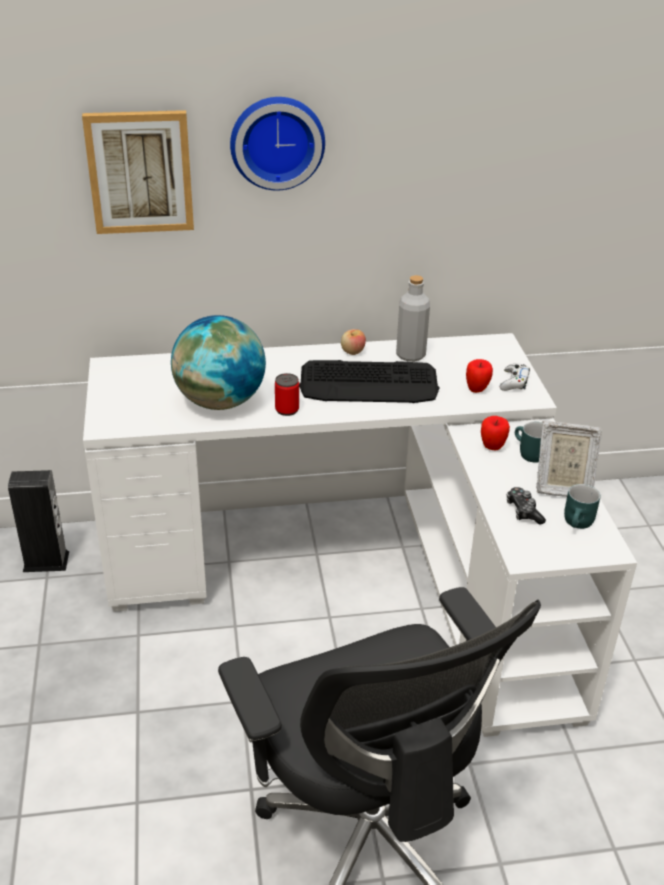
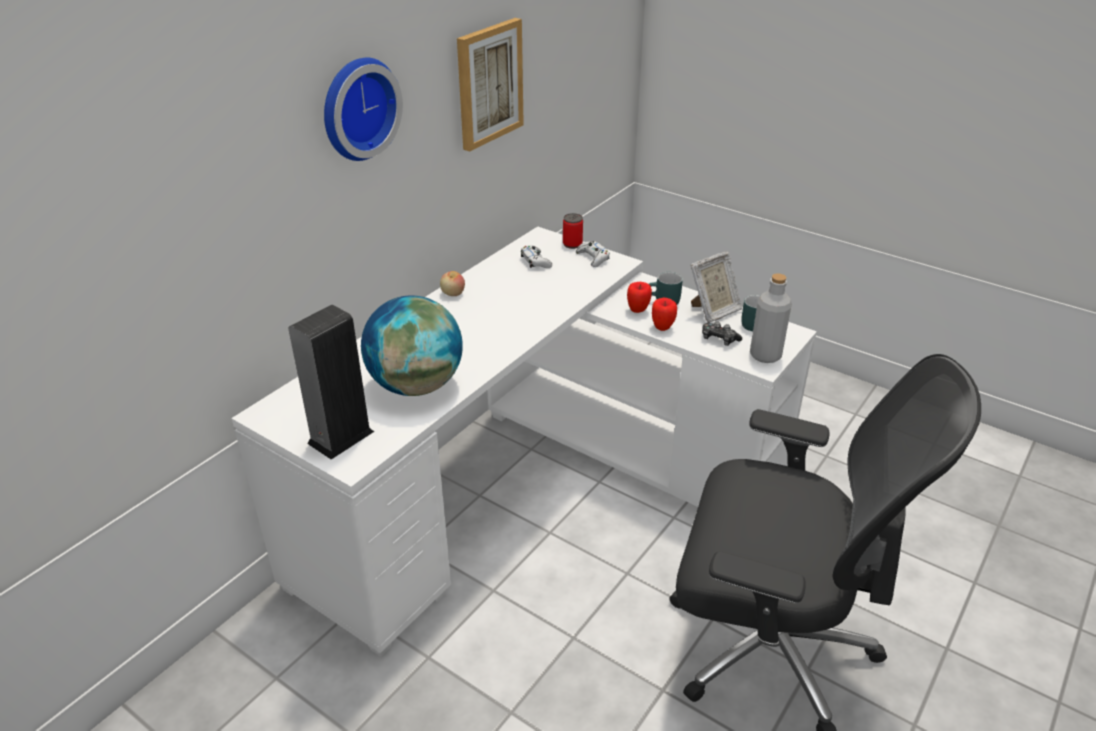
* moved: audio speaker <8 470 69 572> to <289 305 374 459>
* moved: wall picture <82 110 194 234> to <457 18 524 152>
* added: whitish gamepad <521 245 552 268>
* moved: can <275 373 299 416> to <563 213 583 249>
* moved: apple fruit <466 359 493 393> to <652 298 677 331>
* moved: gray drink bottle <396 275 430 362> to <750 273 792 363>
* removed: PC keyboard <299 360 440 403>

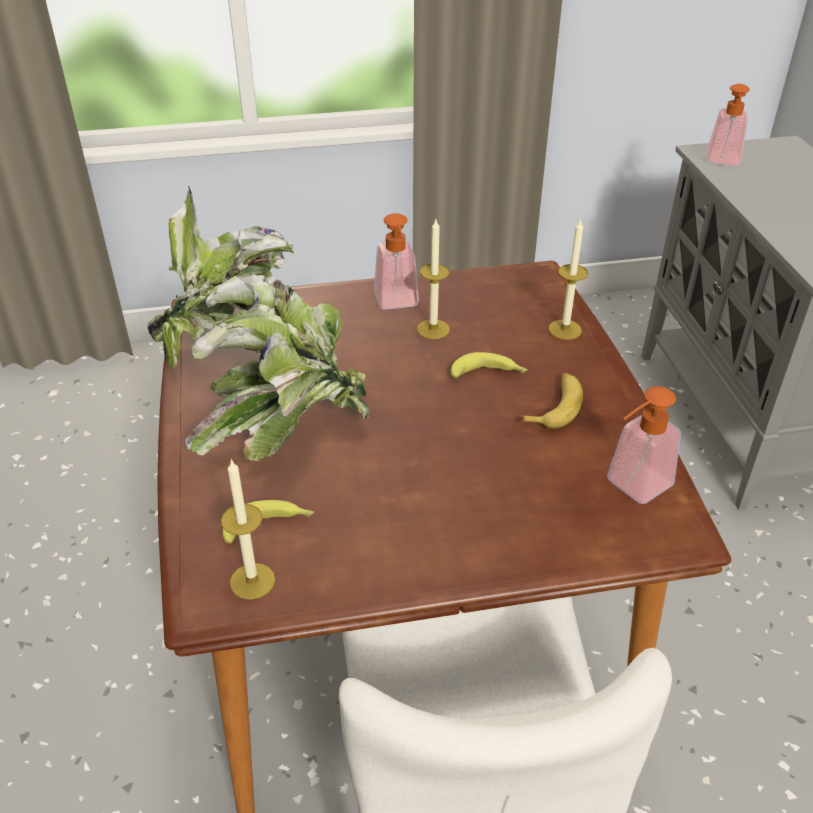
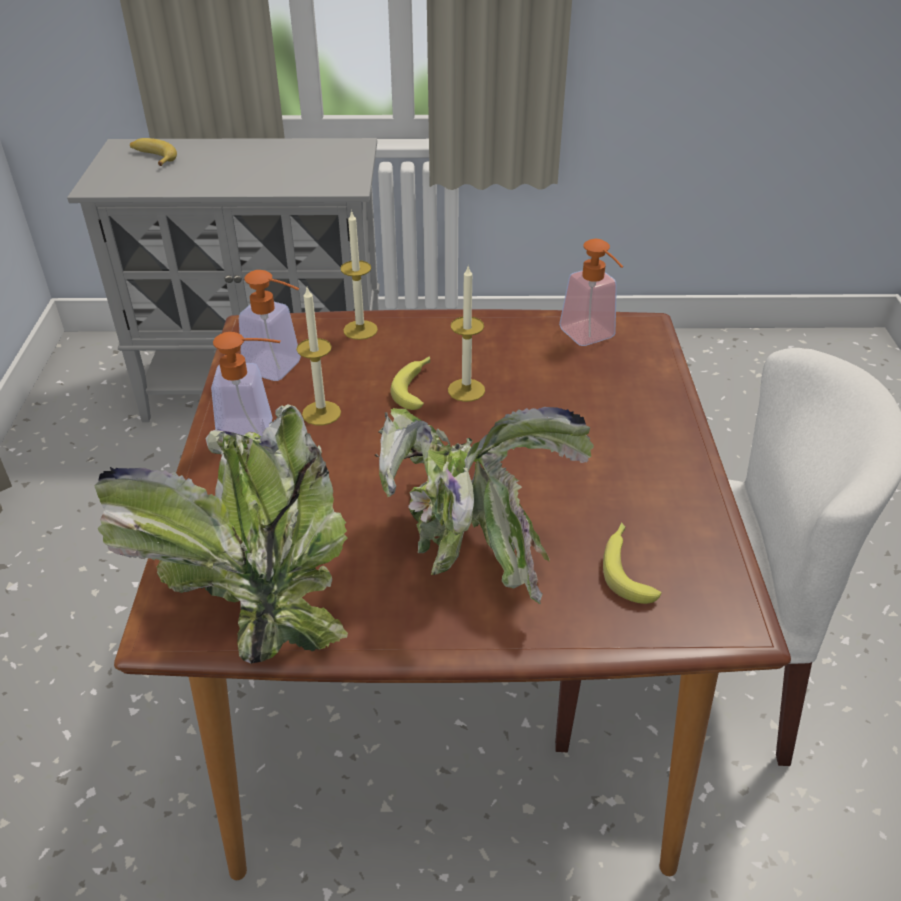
* moved: banana fruit <520 373 583 428> to <130 138 177 166>
* moved: soap bottle <707 84 750 166> to <239 270 301 381>
* moved: wax light <221 459 275 600> to <448 266 485 402>

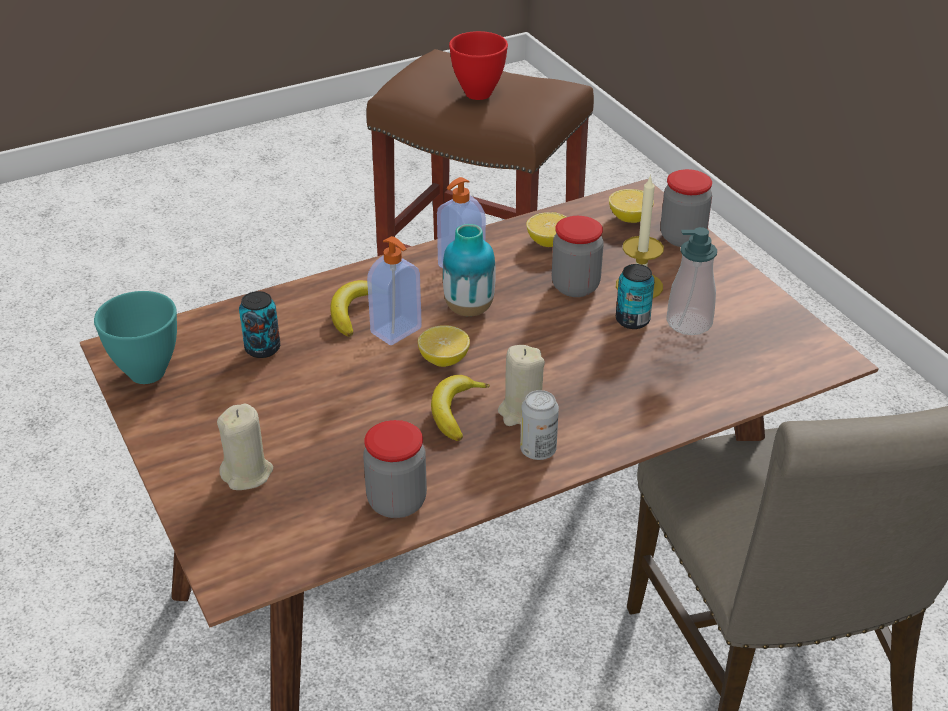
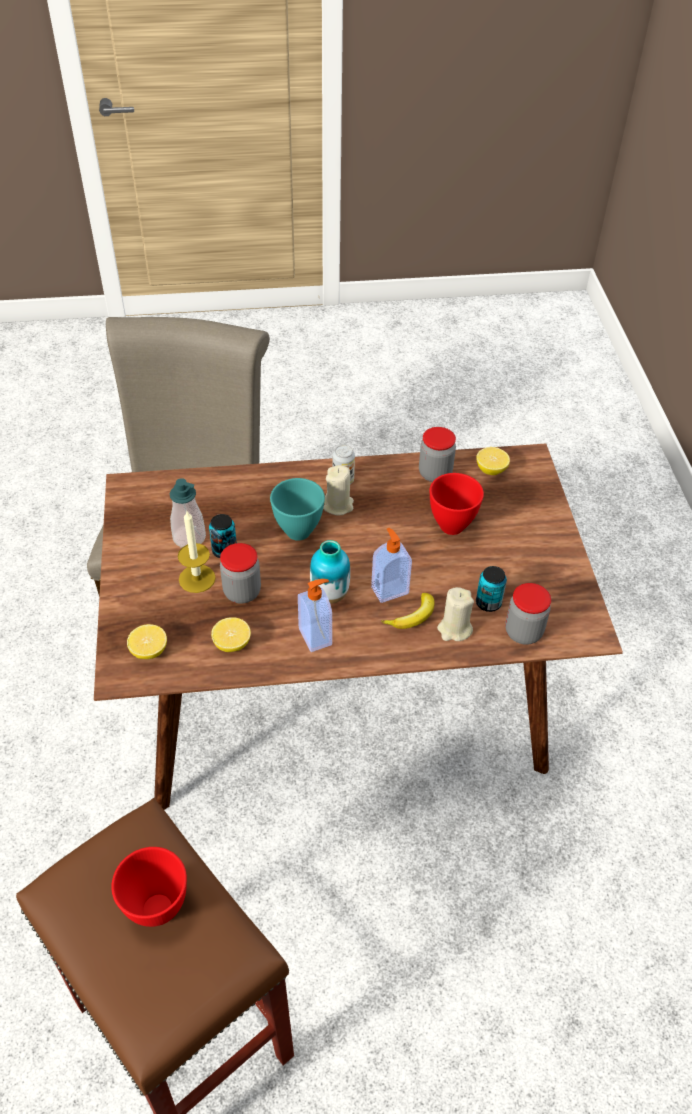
* moved: turquoise-coloured bowl <94 291 177 384> to <270 478 325 541>
* added: red bowl <429 473 484 535>
* moved: beige-coloured wax light <217 403 273 490> to <437 587 474 641>
* moved: lemon <418 325 470 367> to <476 447 510 475>
* moved: storage jar <661 169 712 247> to <505 583 551 645>
* removed: banana fruit <431 375 490 441>

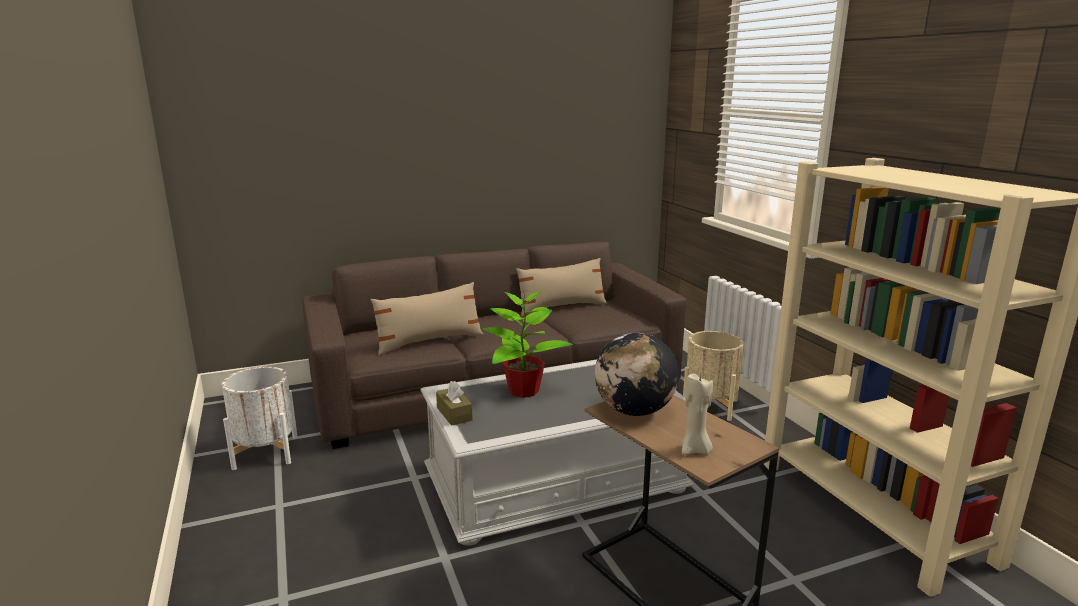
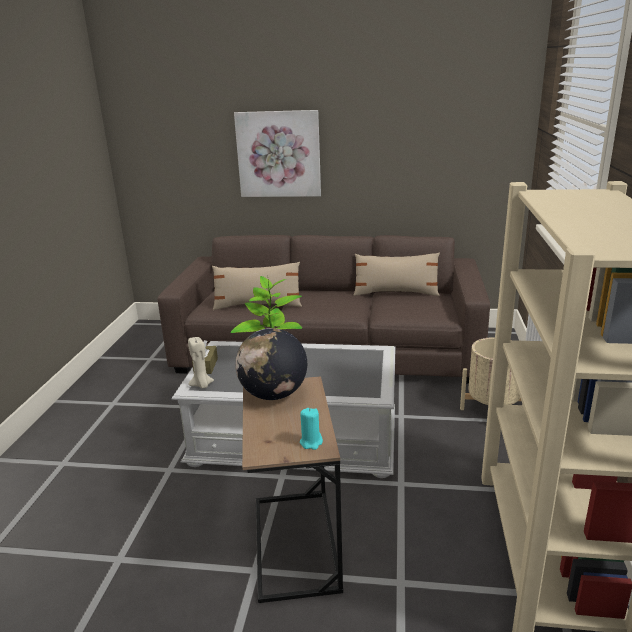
* moved: beige-coloured wax light <681 374 713 455> to <188 337 214 388>
* added: wall picture <234 110 321 197>
* added: turquoise-coloured wax light <300 408 323 450>
* removed: whitish flower pot <222 367 298 470>

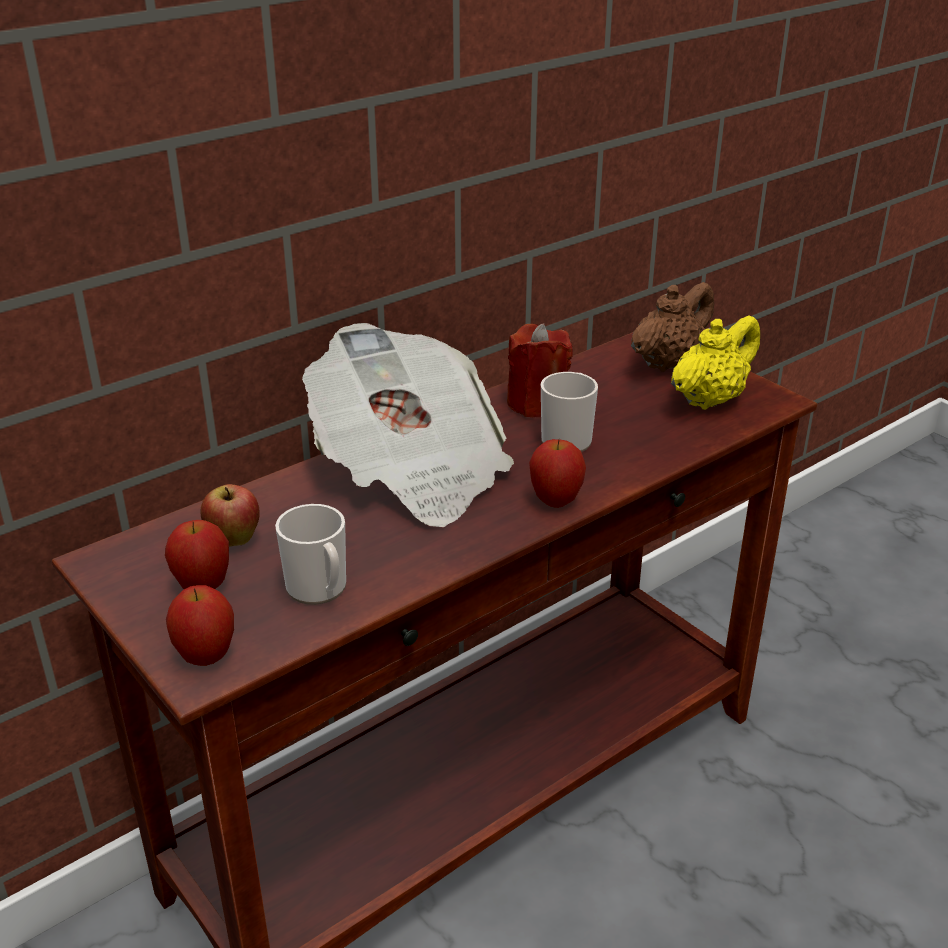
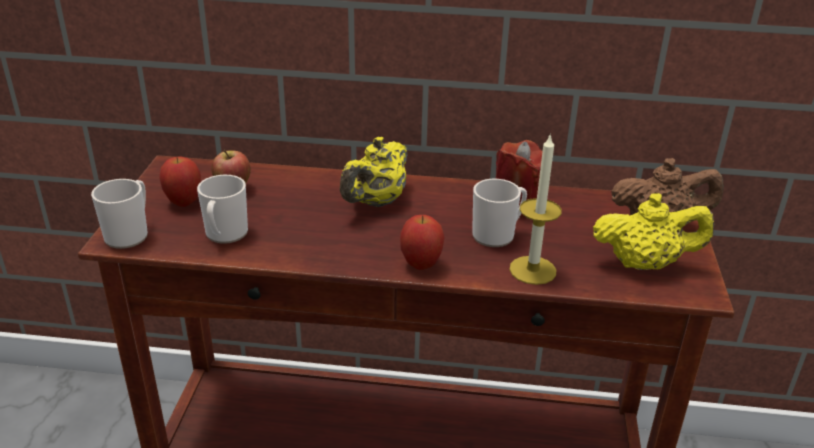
* replaced: apple fruit <166 585 234 666> to coffee mug <91 179 148 249>
* replaced: printed paper <302 323 514 527> to yellow-coloured teapot <340 137 408 207>
* added: wax light <509 133 562 285>

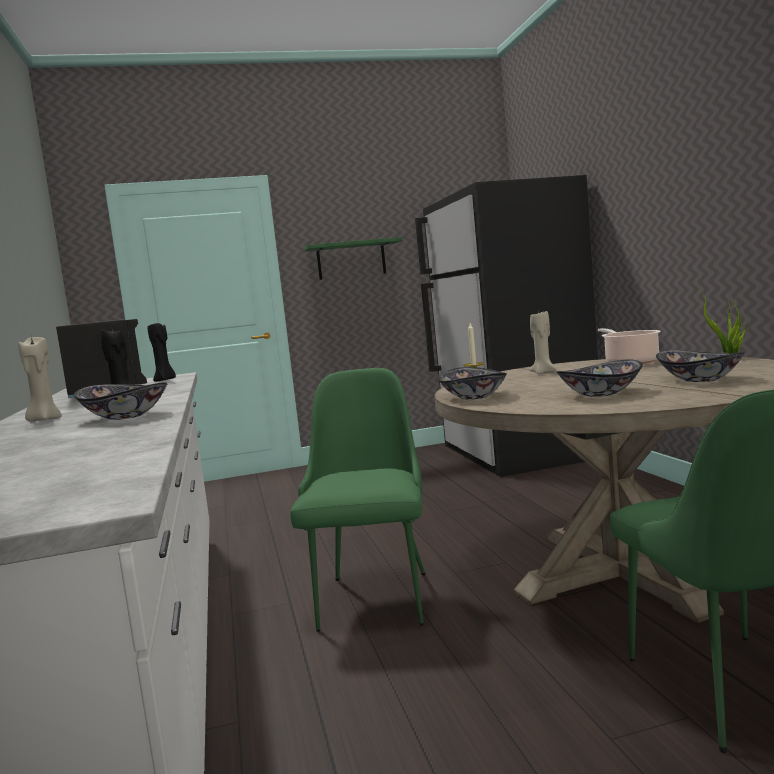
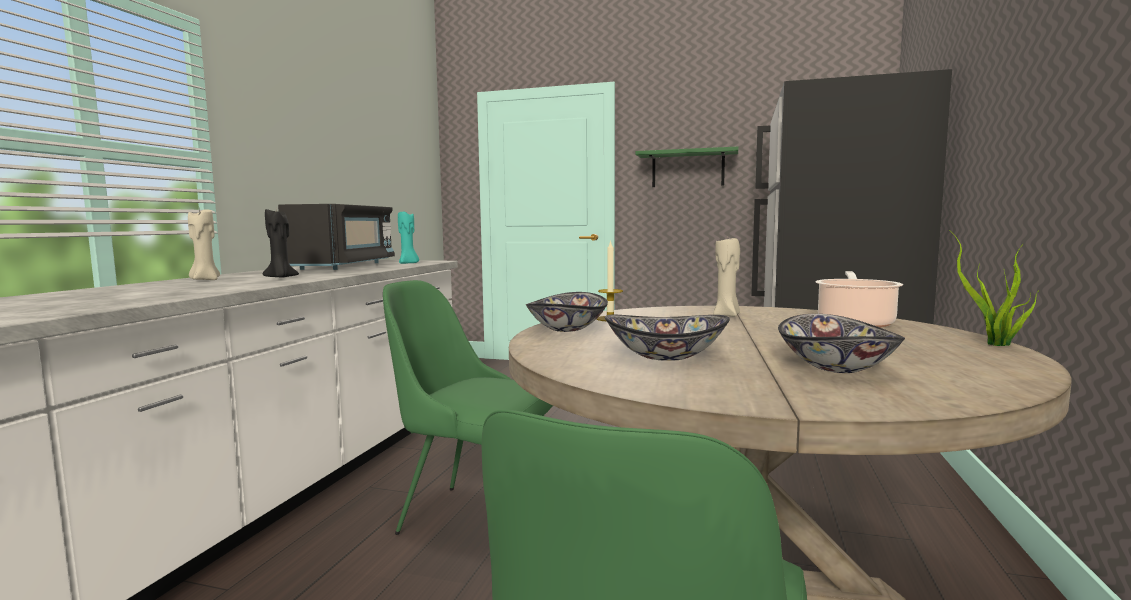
* turned: green-coloured plain chair <290 368 426 632> = <383 280 553 535> 105 degrees counterclockwise
* recoloured: black-coloured wax light <147 323 176 382> to turquoise-coloured wax light <398 212 419 264>
* removed: bowl <74 382 168 420>

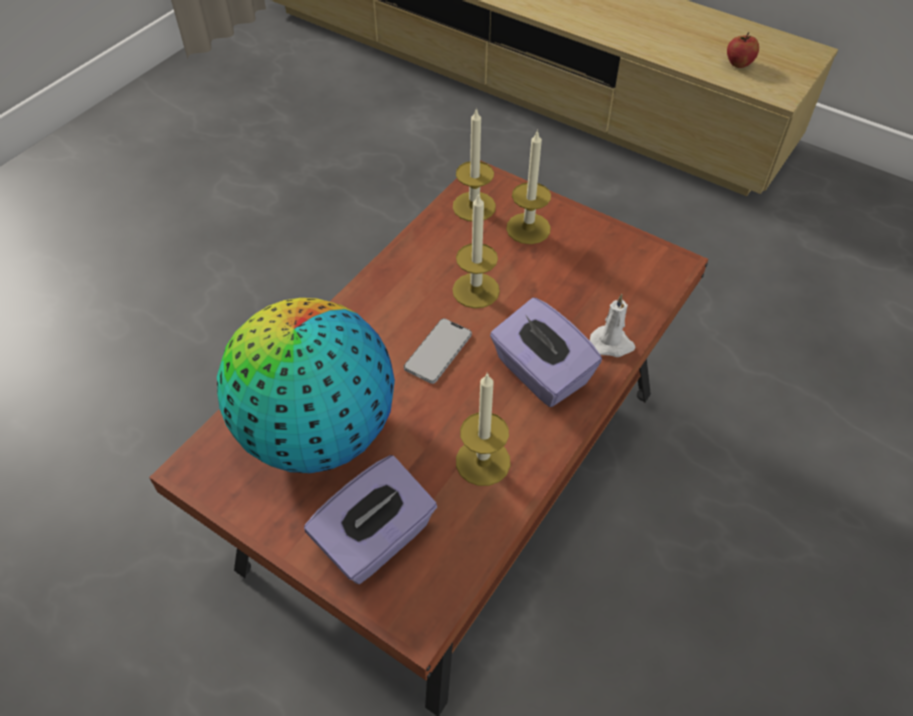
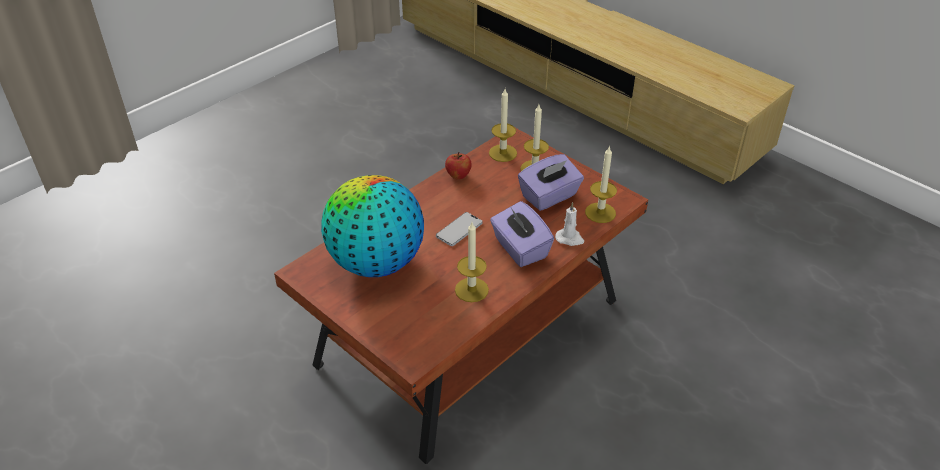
* moved: apple fruit <727 32 759 68> to <445 152 472 180>
* moved: purple tissue box <304 455 437 585> to <518 154 584 211>
* moved: wax light <453 193 500 308> to <585 145 617 223>

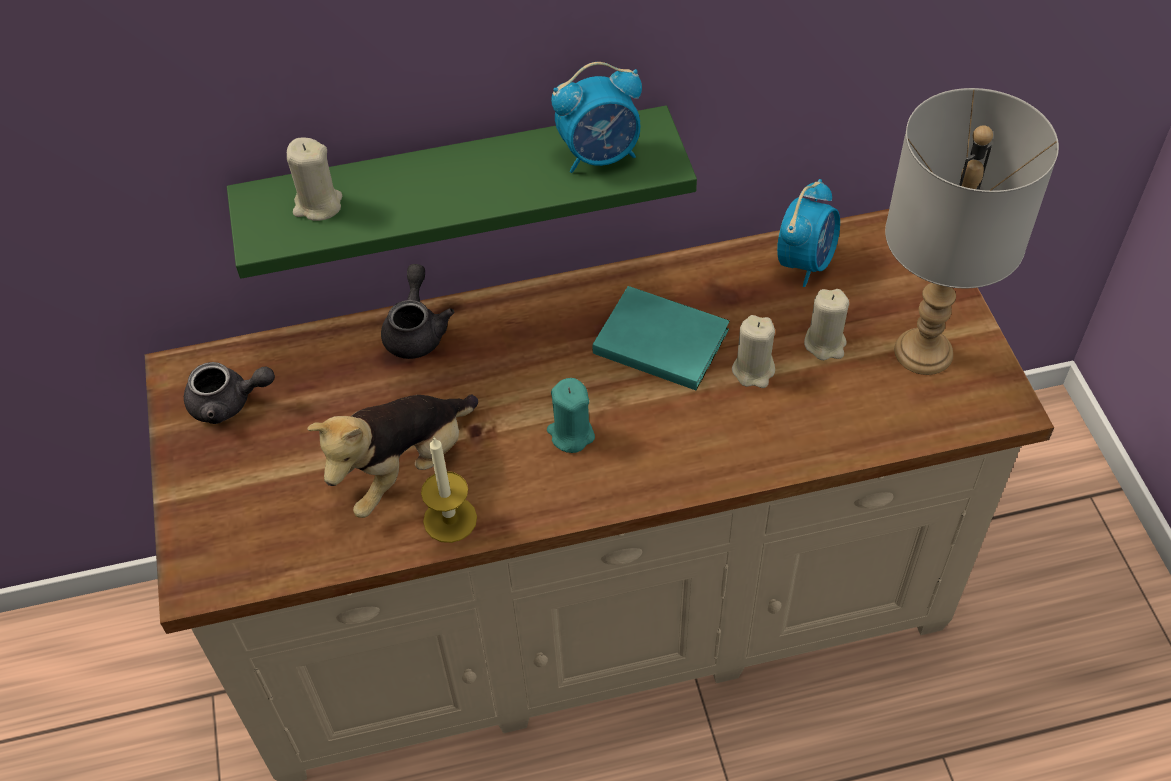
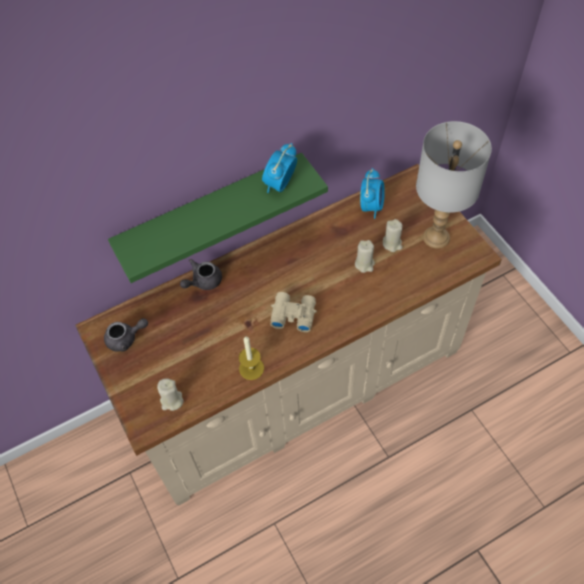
* moved: beige-coloured wax light <287 138 342 221> to <157 378 184 411>
* turned: gray teapot <381 264 454 359> = <180 259 222 290> 120 degrees counterclockwise
* turned: table clock <551 62 642 173> = <262 143 297 193> 150 degrees clockwise
* replaced: turquoise-coloured wax light <547 378 595 453> to beige-coloured pair of binoculars <270 292 317 332>
* removed: cuddly toy <307 394 478 518>
* removed: turquoise-coloured volume <592 286 730 390>

